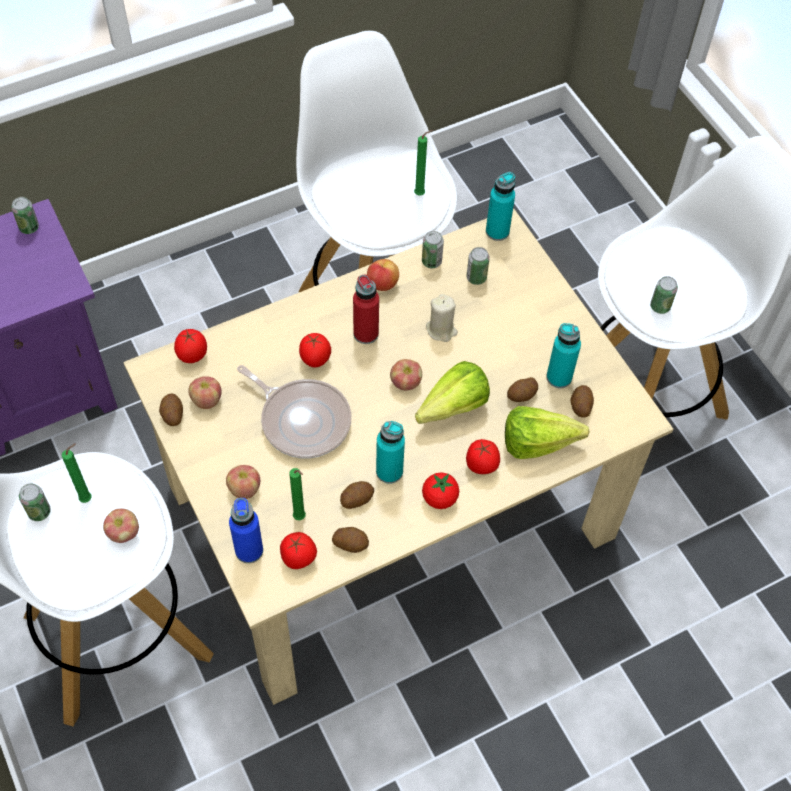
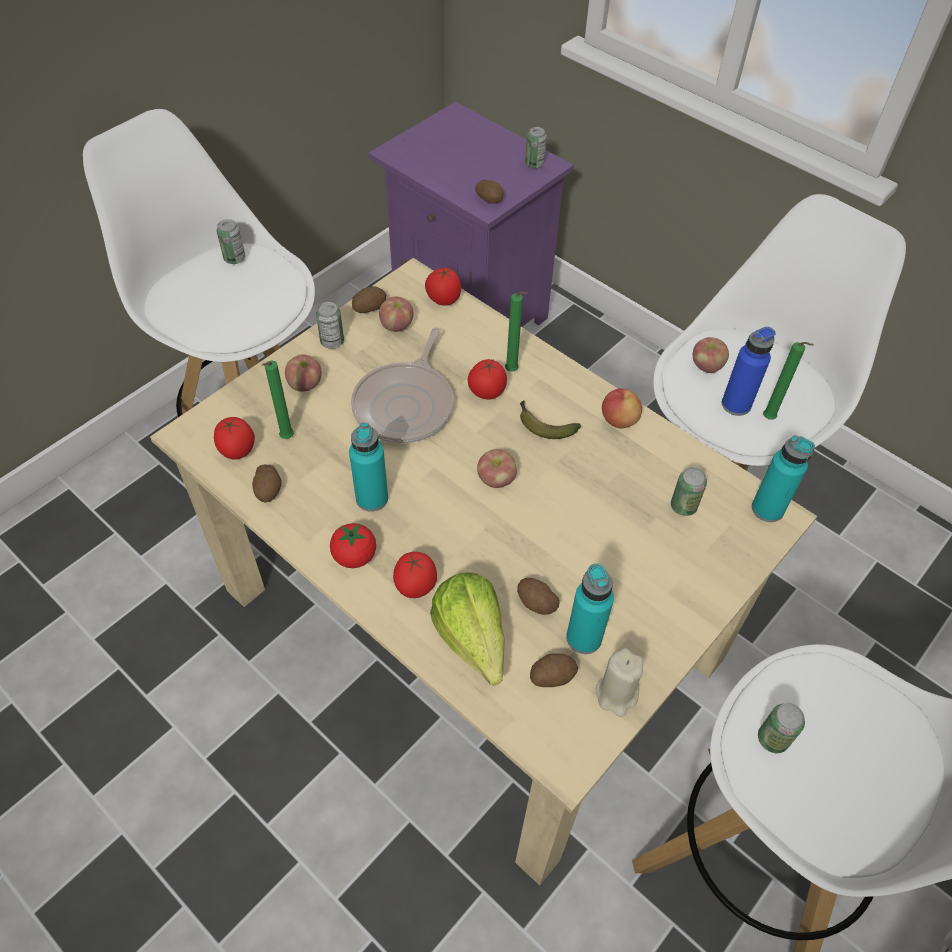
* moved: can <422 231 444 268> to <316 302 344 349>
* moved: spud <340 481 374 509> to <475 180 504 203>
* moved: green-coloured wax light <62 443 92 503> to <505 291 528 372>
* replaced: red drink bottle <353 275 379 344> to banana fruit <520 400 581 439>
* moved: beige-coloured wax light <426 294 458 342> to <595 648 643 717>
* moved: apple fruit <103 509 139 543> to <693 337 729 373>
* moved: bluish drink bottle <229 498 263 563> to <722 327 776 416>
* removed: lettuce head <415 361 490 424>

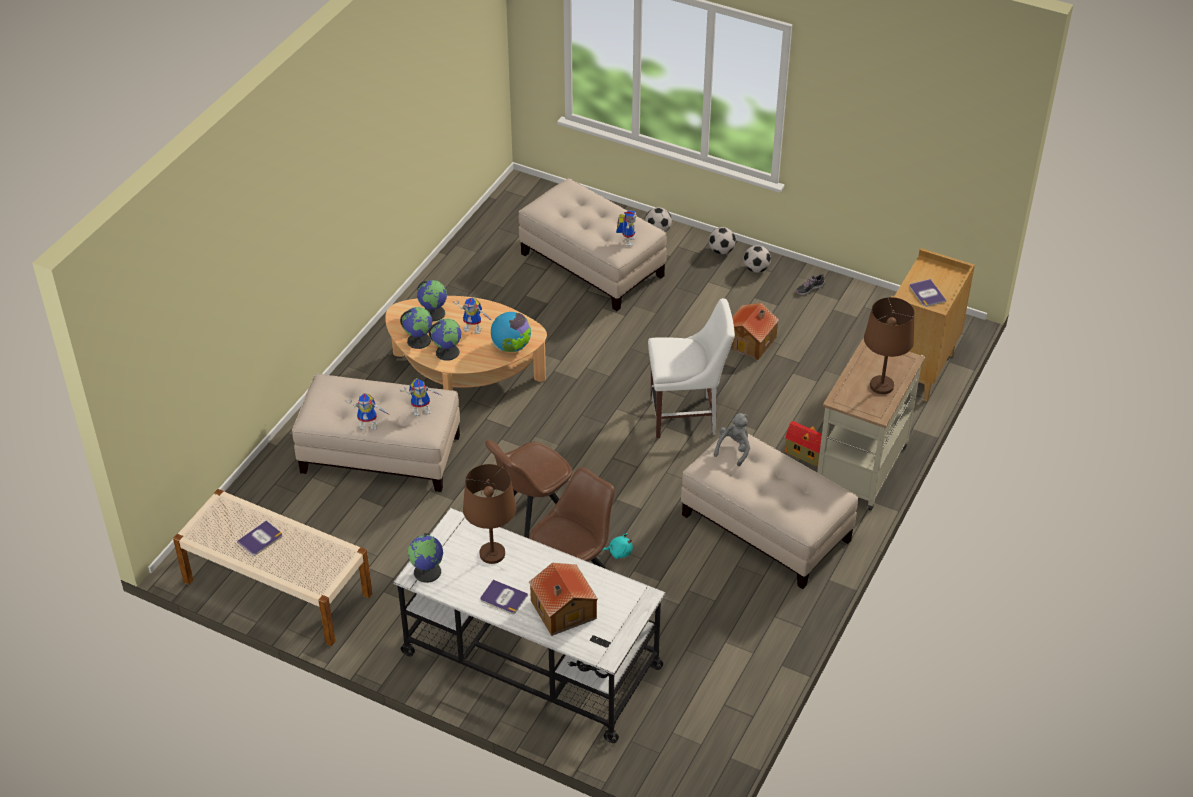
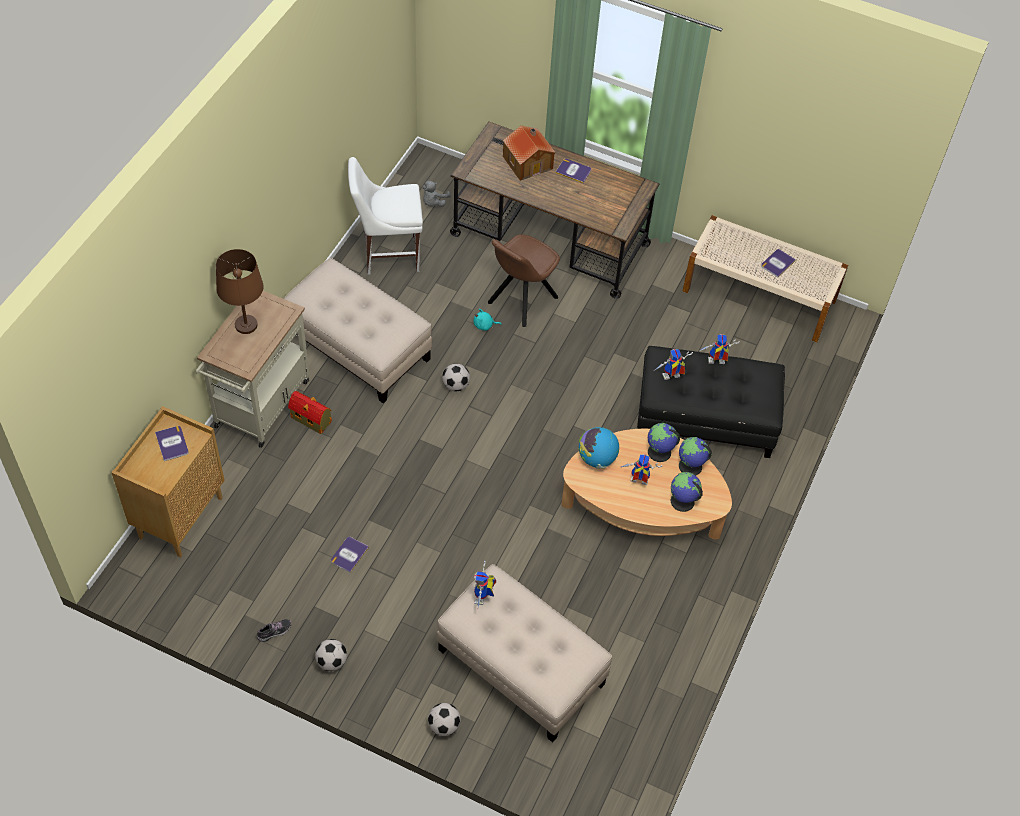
* replaced: model house <730 303 779 360> to volume <331 537 369 573>
* moved: whitish plain chair <648 298 735 438> to <348 157 423 275>
* moved: gray cuddly toy <714 413 750 466> to <423 181 451 207>
* moved: football <709 227 736 254> to <442 364 470 391>
* recoloured: whitish desk unit <393 508 666 743> to brown desk unit <450 122 659 299>
* recoloured: beige-coloured ottoman <292 374 460 492> to black-coloured ottoman <637 346 785 458>
* removed: desk globe <408 533 443 583>
* removed: brown table lamp <463 464 517 564>
* removed: brown plain chair <485 440 573 538>

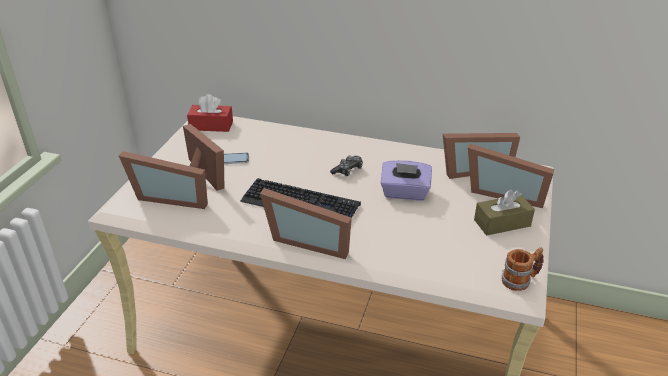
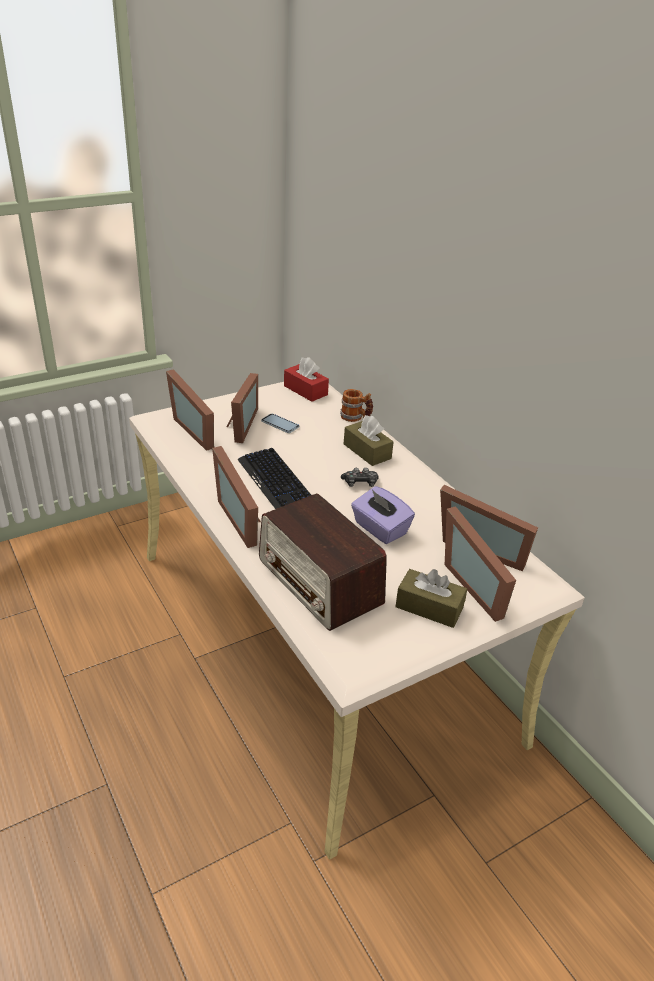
* added: radio <259 493 387 631>
* moved: coffee mug <502 247 544 291> to <340 389 373 422>
* added: brown tissue box <344 415 394 466>

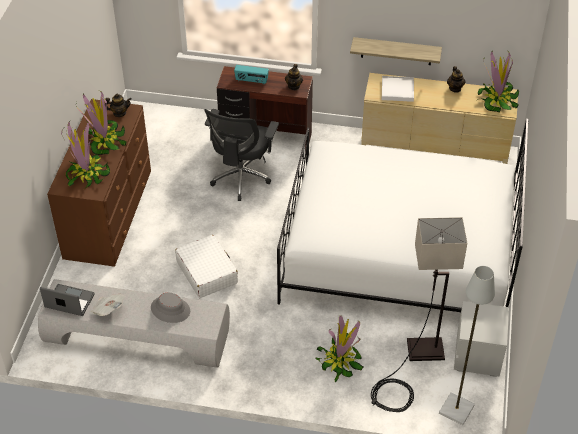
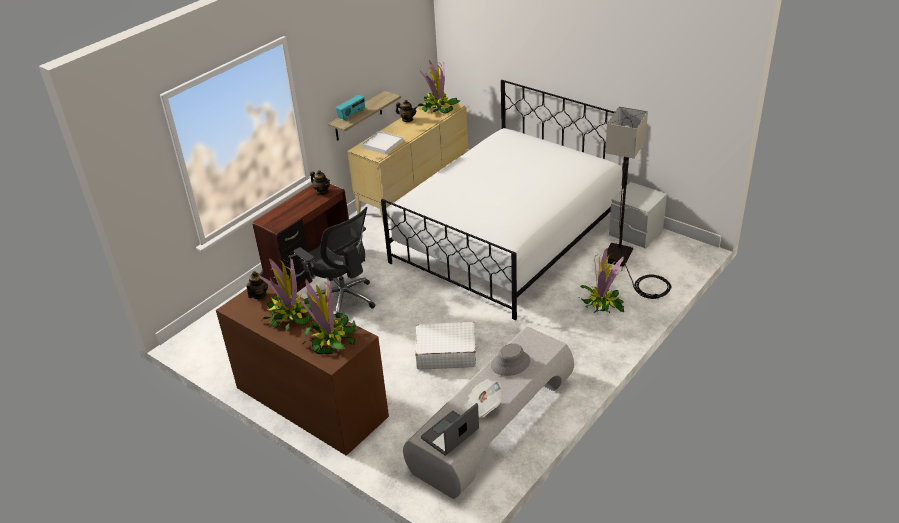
* moved: radio <234 65 269 84> to <336 95 365 121>
* removed: gray standard lamp <439 266 495 425>

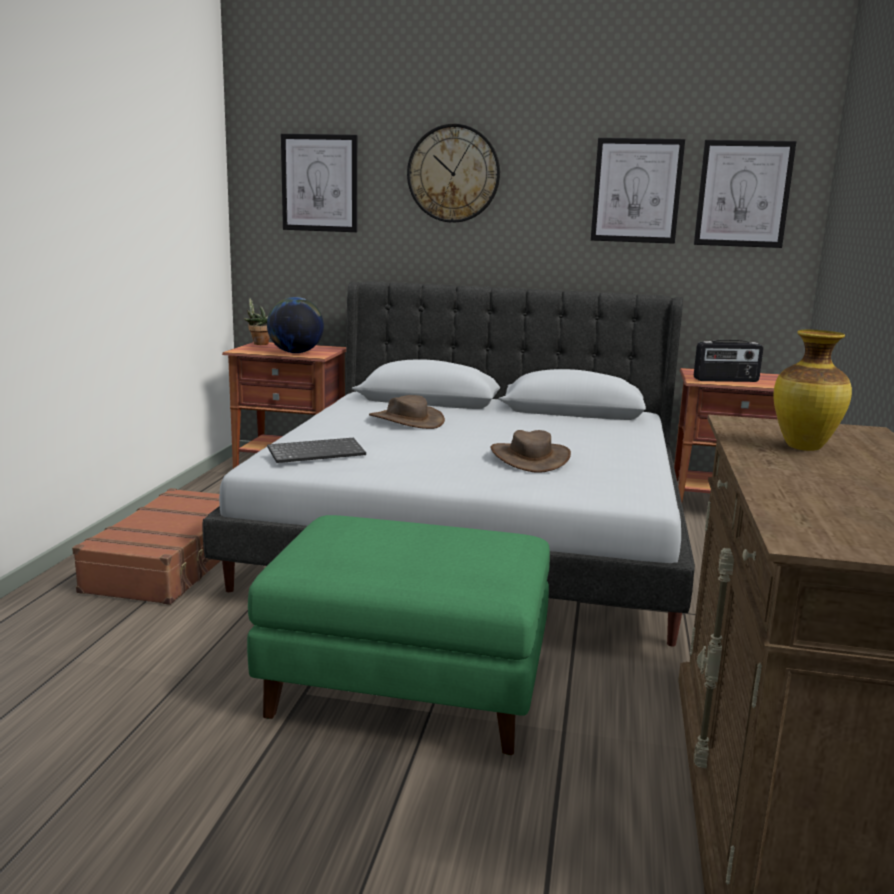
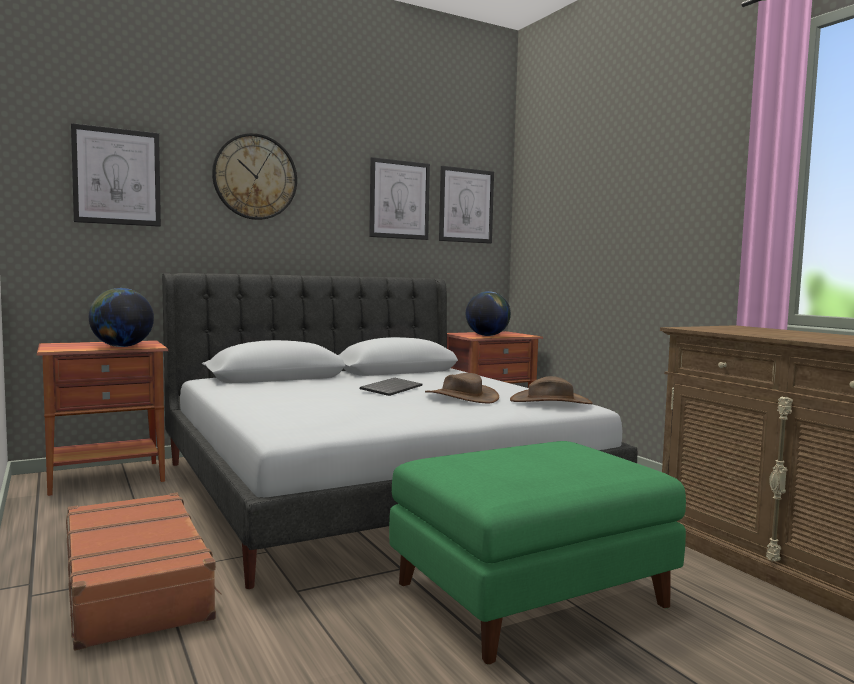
* moved: PC keyboard <267 438 366 463> to <360 378 422 396>
* replaced: radio <694 340 763 382> to desk globe <466 291 511 336>
* moved: brown hat <369 395 445 429> to <510 376 592 404>
* removed: plant in a pot <244 298 270 345>
* removed: decorative vase <773 330 852 451>

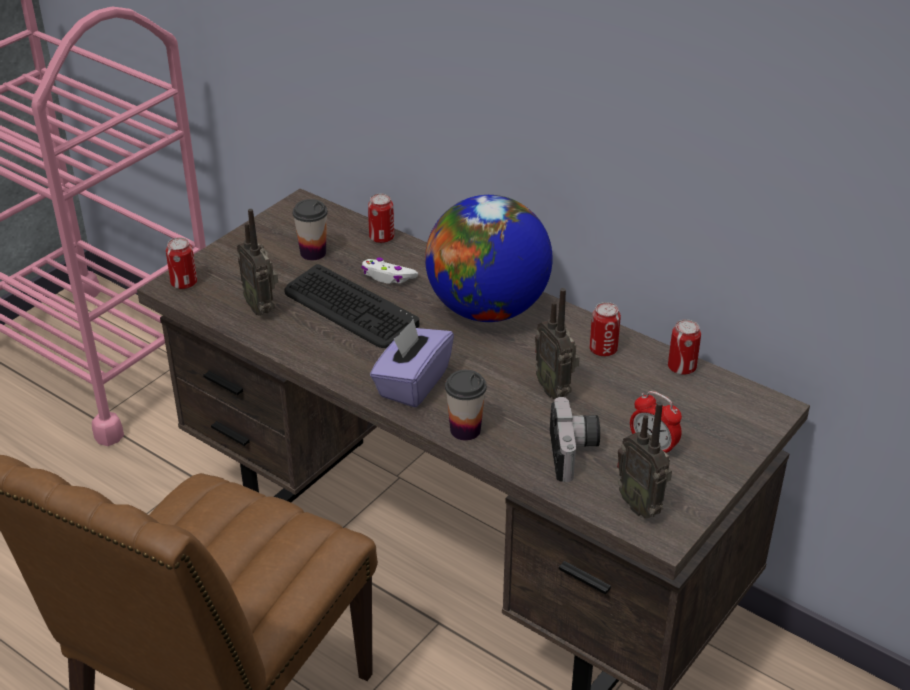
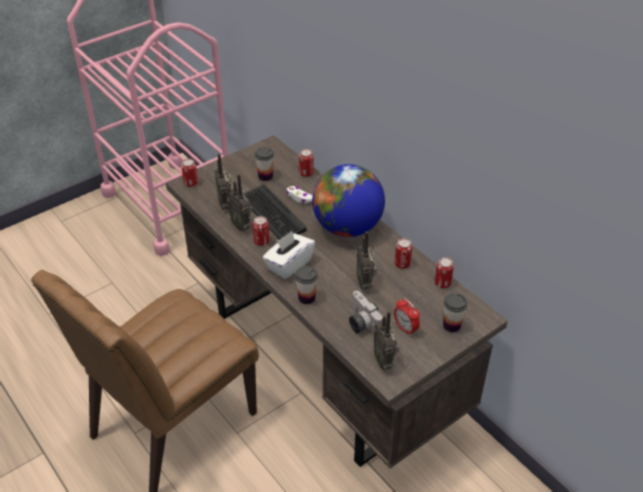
* added: radio <227 174 252 231>
* added: can <253 216 270 246>
* recoloured: purple tissue box <370 319 454 408> to whitish tissue box <263 231 315 279>
* turned: photo camera <550 397 600 482> = <349 291 383 334> 135 degrees clockwise
* added: small cup <443 293 468 332>

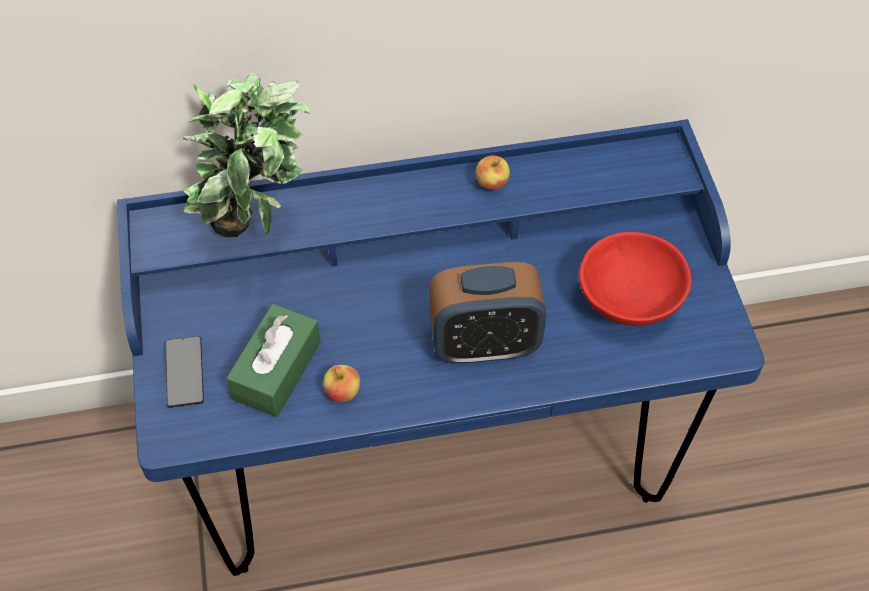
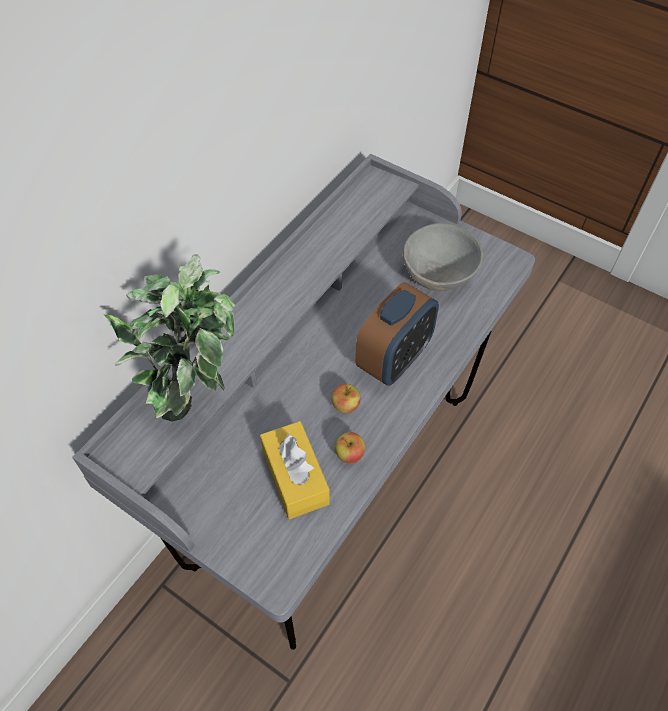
* recoloured: bluish desk unit <117 119 764 576> to gray desk unit <72 154 535 650>
* recoloured: green-coloured tissue box <226 304 321 417> to yellow-coloured tissue box <260 421 330 519>
* moved: apple fruit <476 155 510 190> to <331 384 360 413>
* recoloured: red bowl <579 232 692 326> to gray bowl <403 223 483 291>
* removed: handset <165 336 204 408>

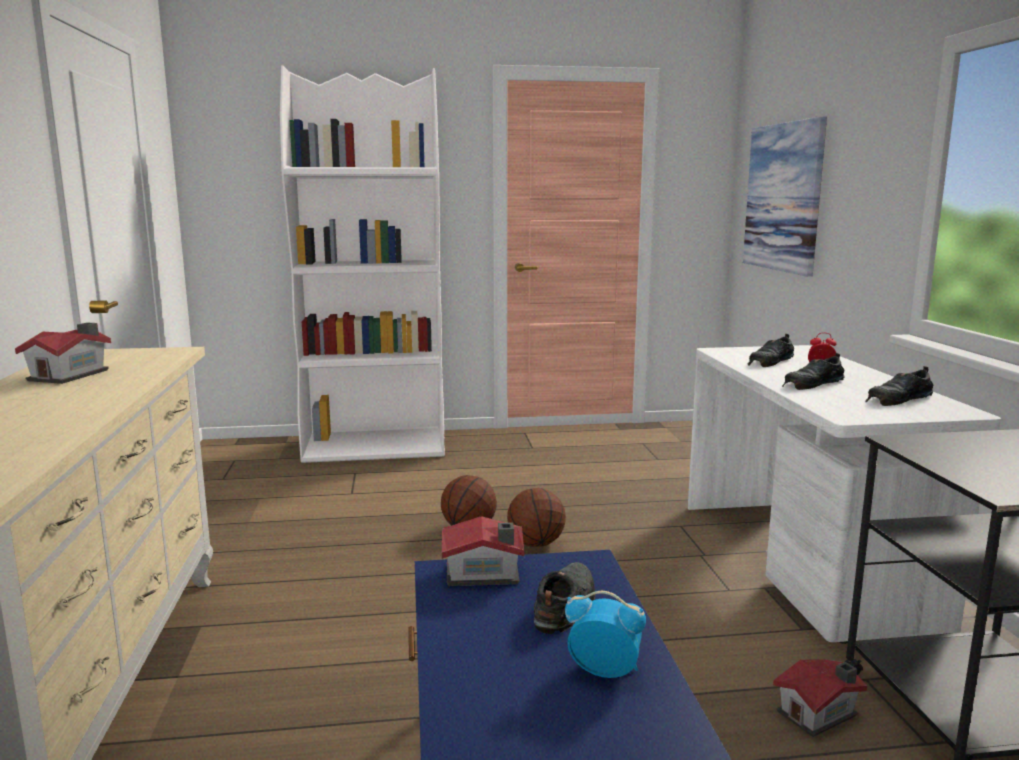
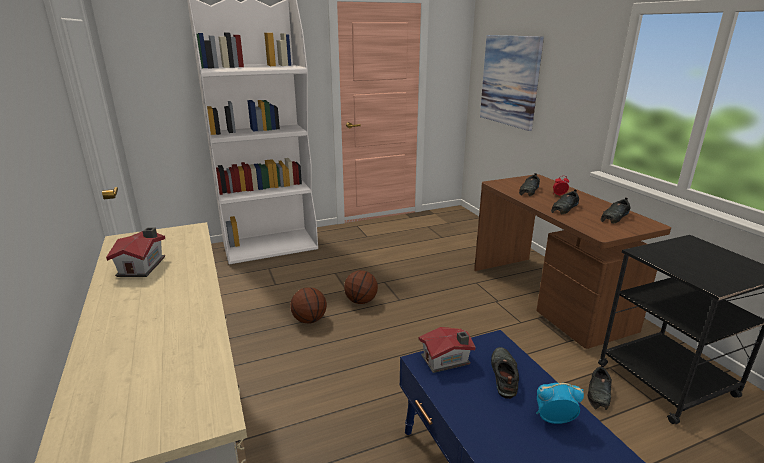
* moved: ball for basketball <507 488 566 547> to <290 288 327 323>
* recoloured: whitish desk unit <688 345 1001 644> to brown desk unit <474 174 671 349>
* replaced: model house <773 659 867 737> to black-coloured low shoe <588 365 612 410>

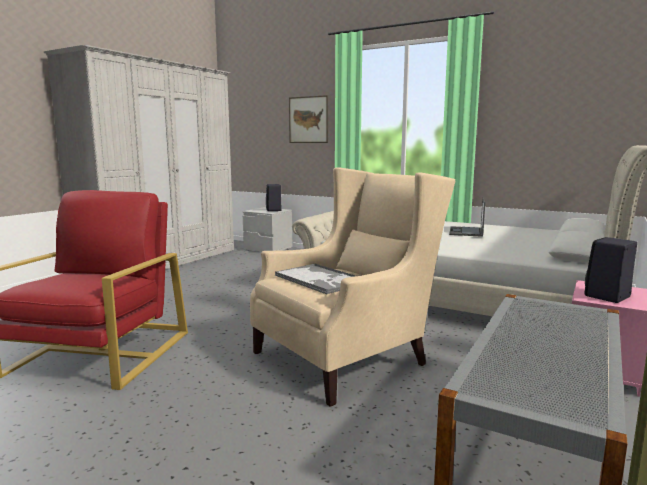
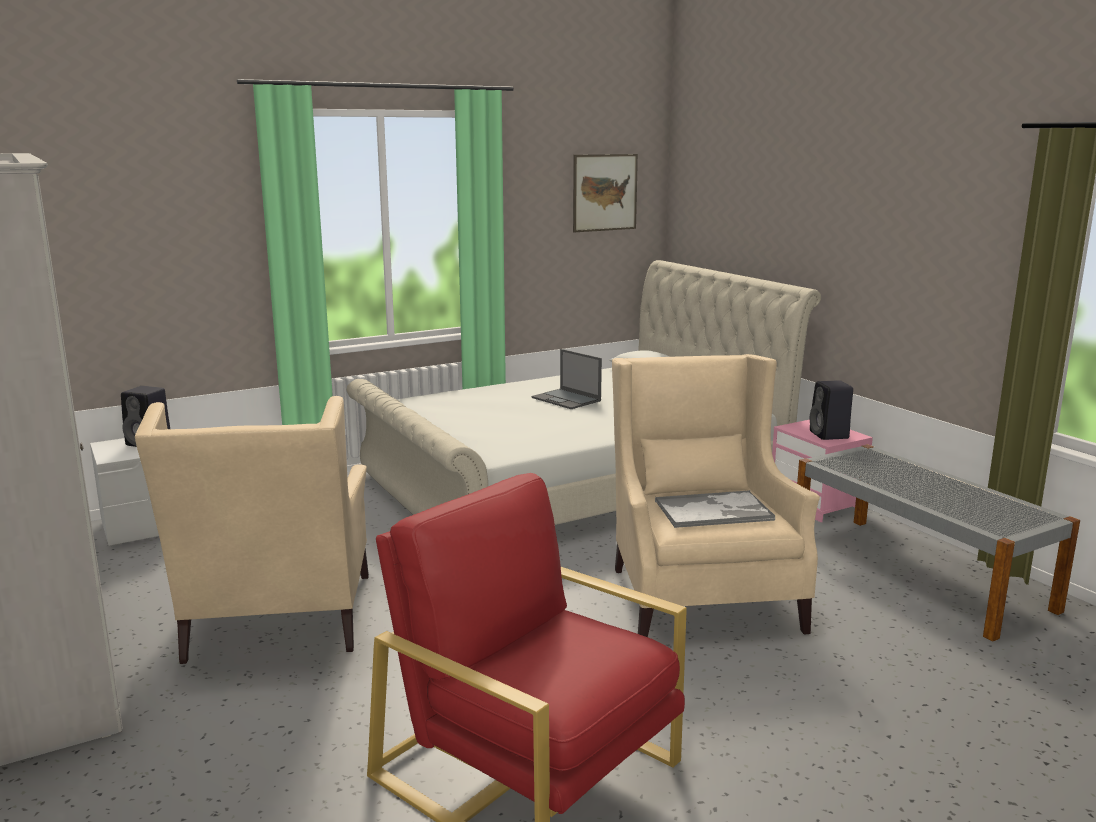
* added: beige-coloured armchair <135 396 369 664>
* moved: wall picture <289 95 328 143> to <573 154 638 232>

